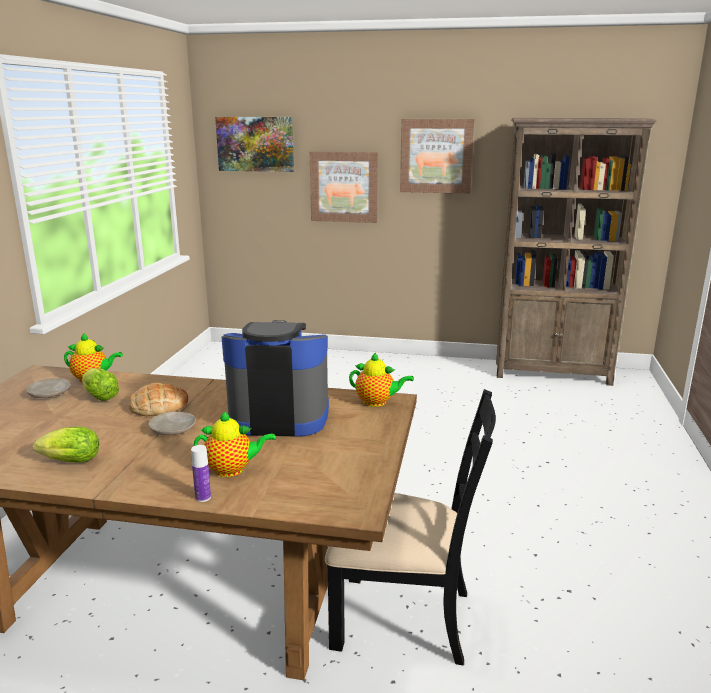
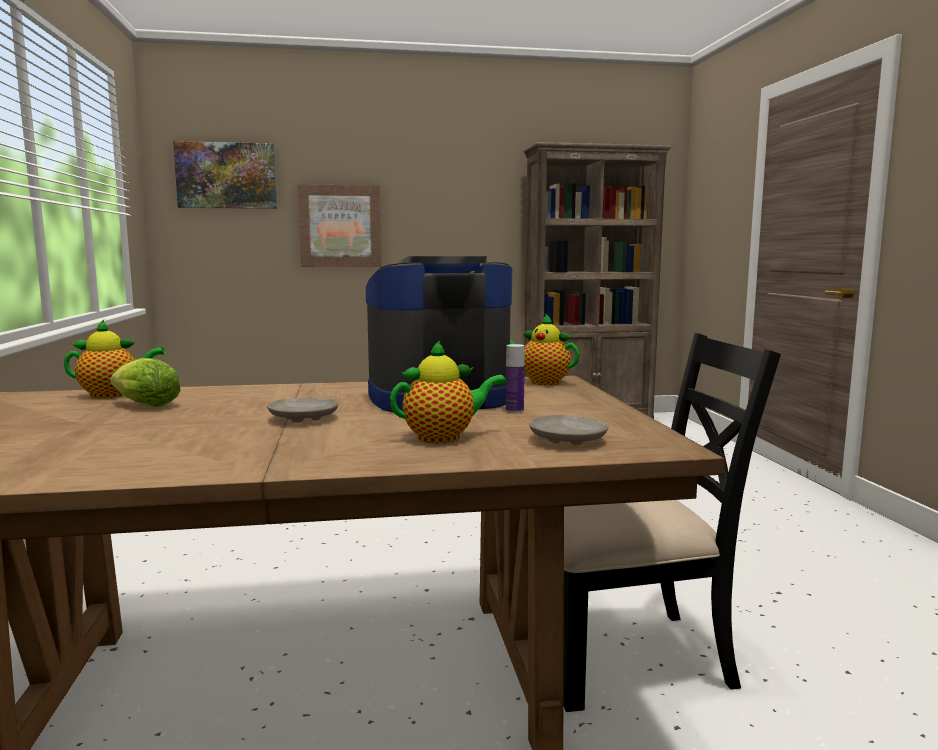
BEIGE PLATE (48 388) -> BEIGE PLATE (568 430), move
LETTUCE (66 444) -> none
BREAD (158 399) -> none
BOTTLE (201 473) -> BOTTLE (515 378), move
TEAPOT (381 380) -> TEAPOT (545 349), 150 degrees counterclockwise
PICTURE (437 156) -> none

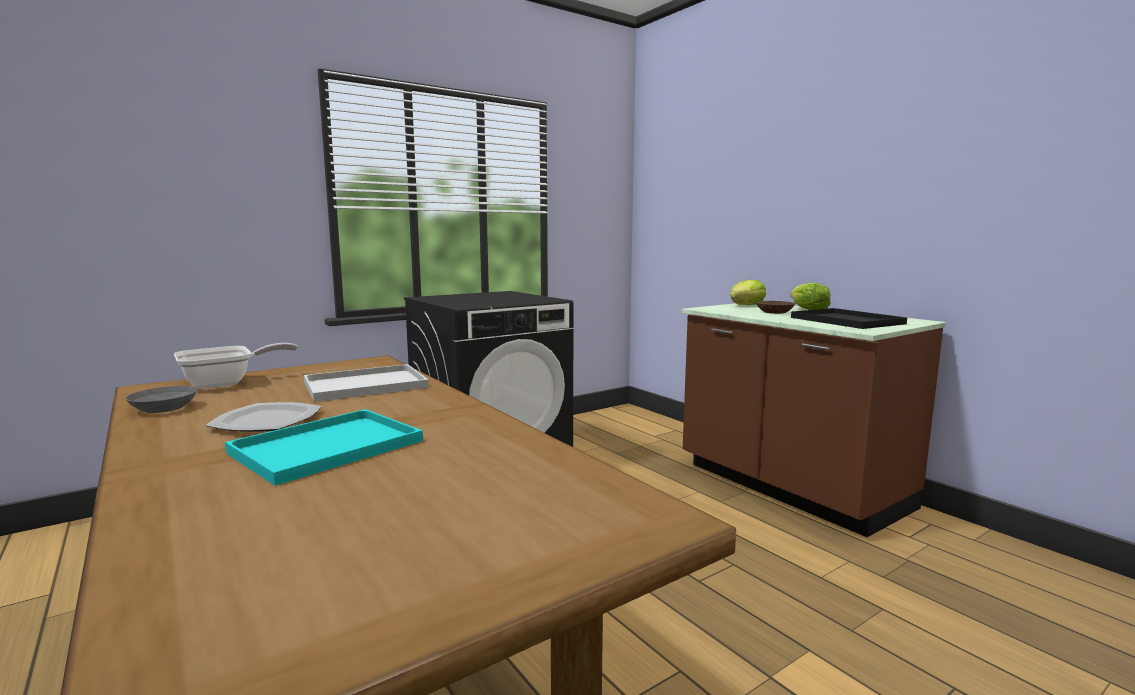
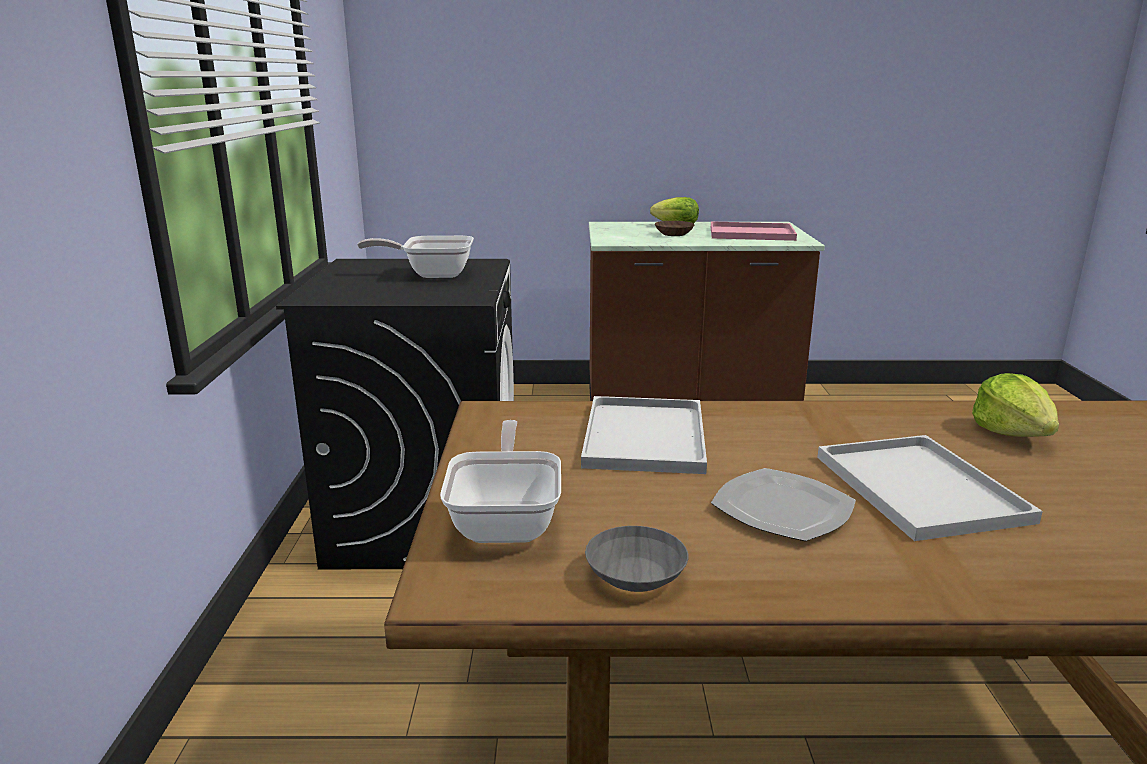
TURQUOISE TRAY (324 447) -> WHITE TRAY (930 488)
LETTUCE (748 292) -> LETTUCE (1015 405), move
BLACK TRAY (849 318) -> PINK TRAY (754 231)
none -> FRYING PAN (415 257)

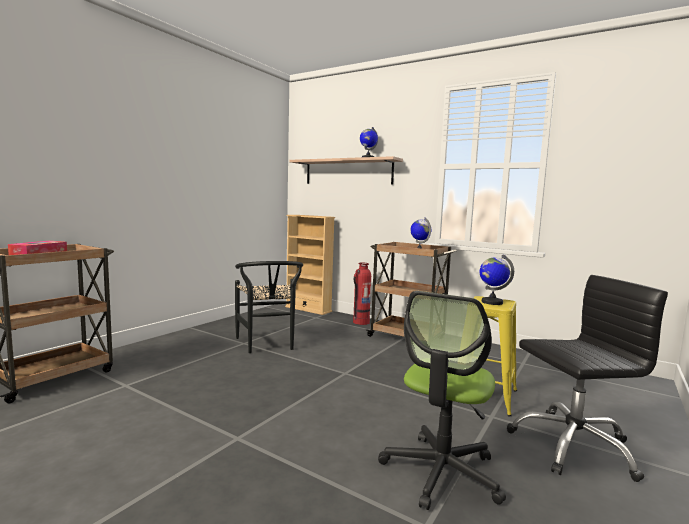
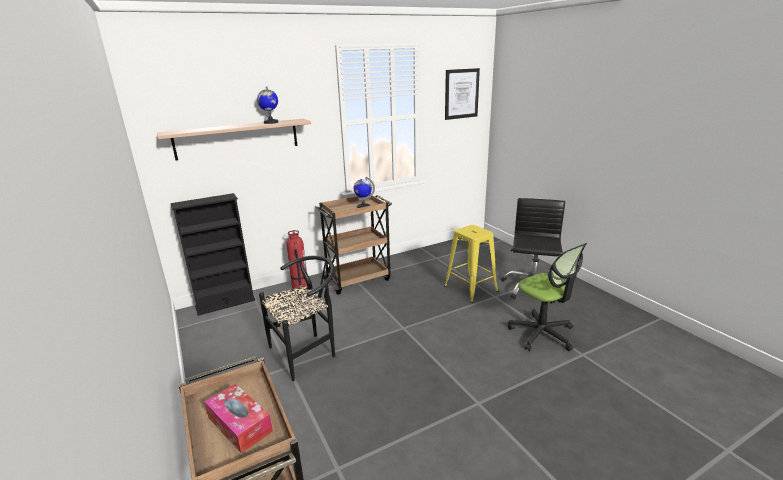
BLACK CHAIR (269 307) -> BLACK CHAIR (297 318), 45 degrees counterclockwise
BEIGE BOOKCASE (310 265) -> BLACK BOOKCASE (213 254)
GLOBE (497 279) -> none
none -> PICTURE (462 94)

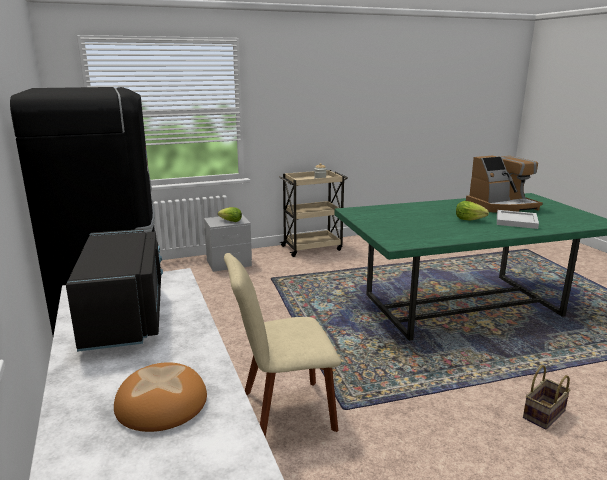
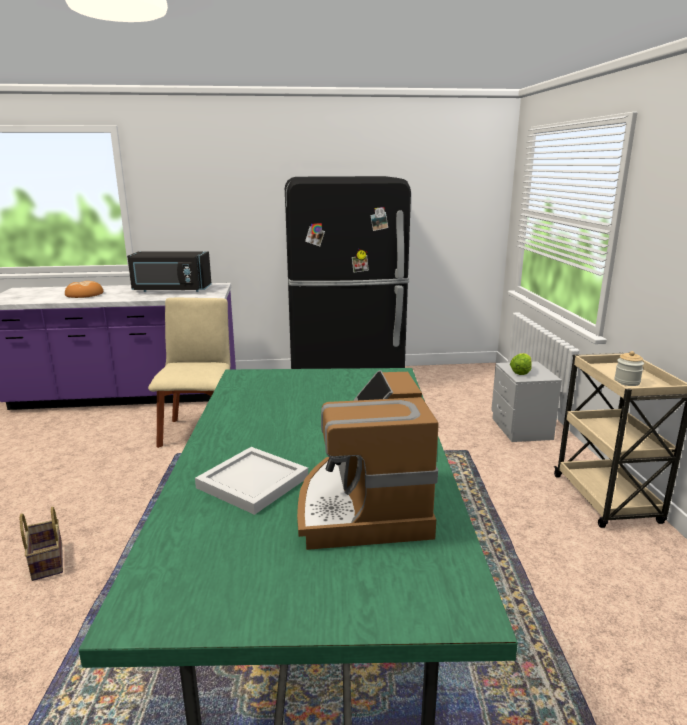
LETTUCE (472 211) -> none

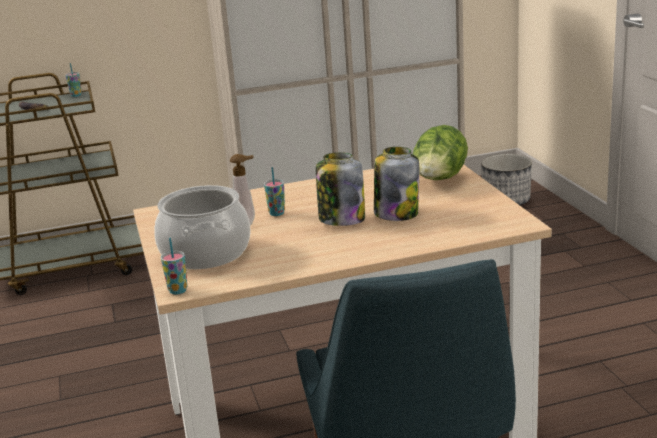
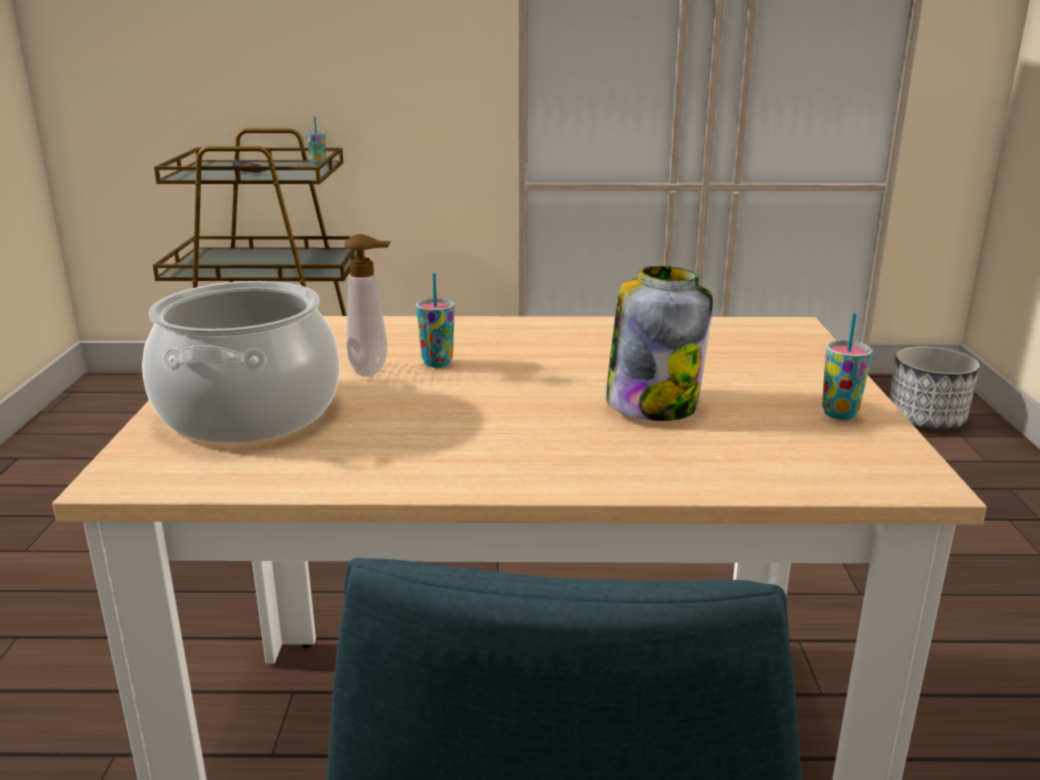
CUP (174 266) -> CUP (847 366), move
JAR (340 189) -> none
LETTUCE (440 152) -> none

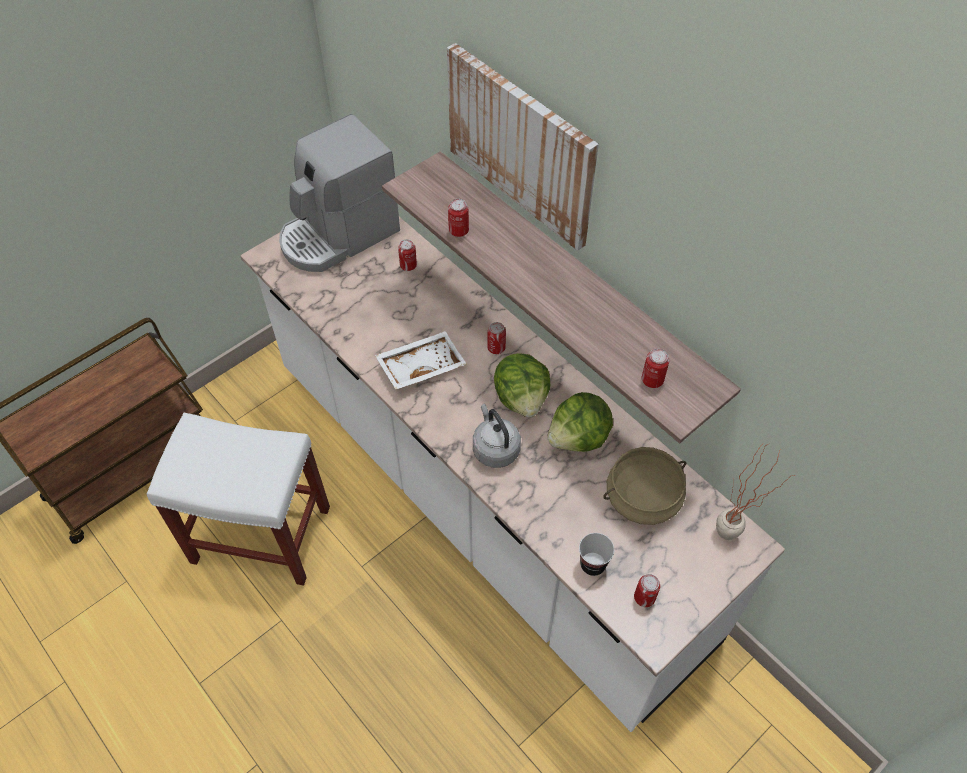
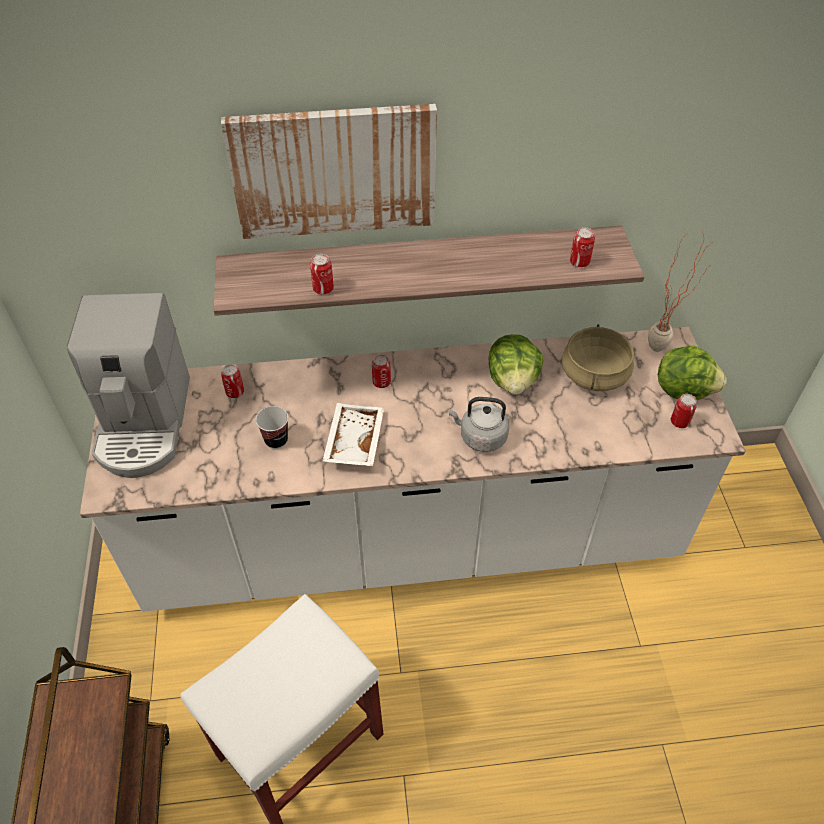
LETTUCE (522 385) -> LETTUCE (692 373), move
CUP (596 554) -> CUP (272 427), move

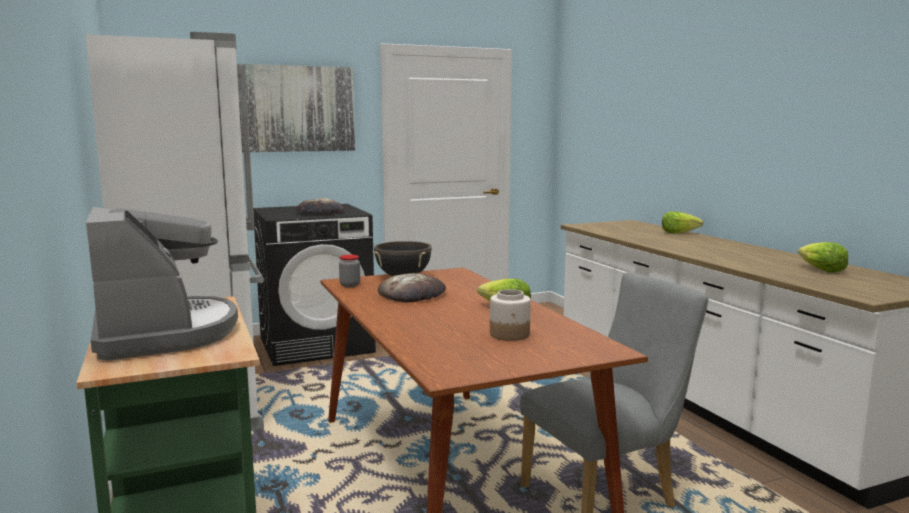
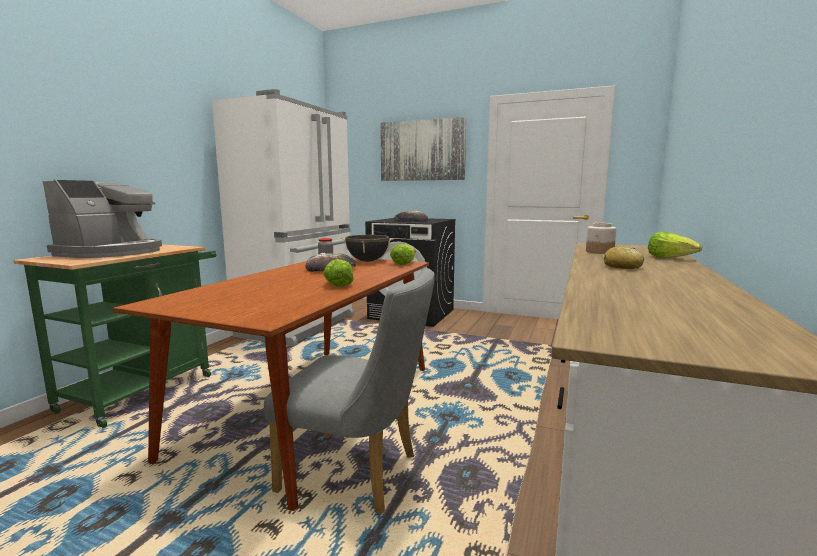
JAR (510 315) -> JAR (601 238), move
LETTUCE (823 257) -> LETTUCE (403 254), move
none -> BREAD (624 257)

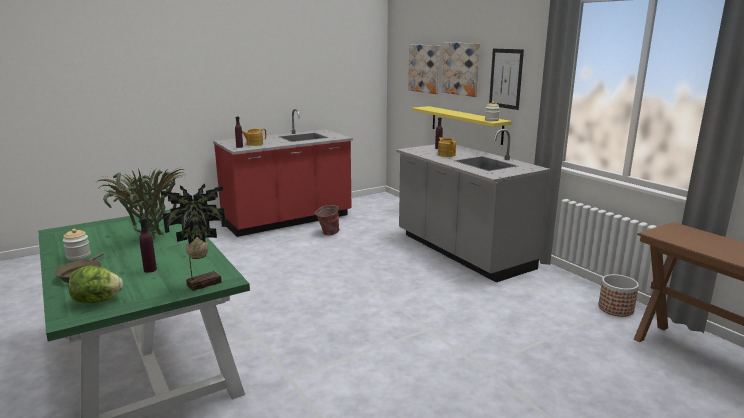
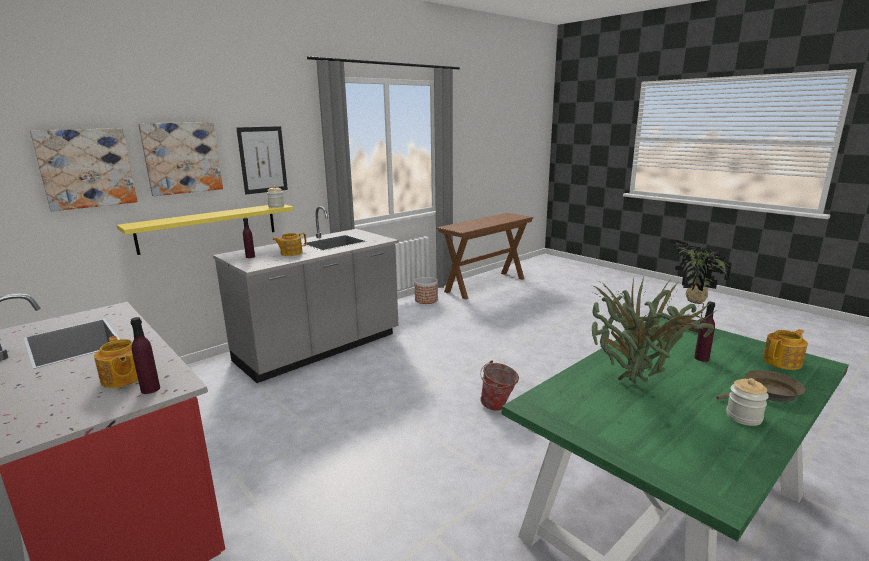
LETTUCE (96 284) -> TEAPOT (785 349)
BUCKET (327 220) -> BUCKET (499 386), move

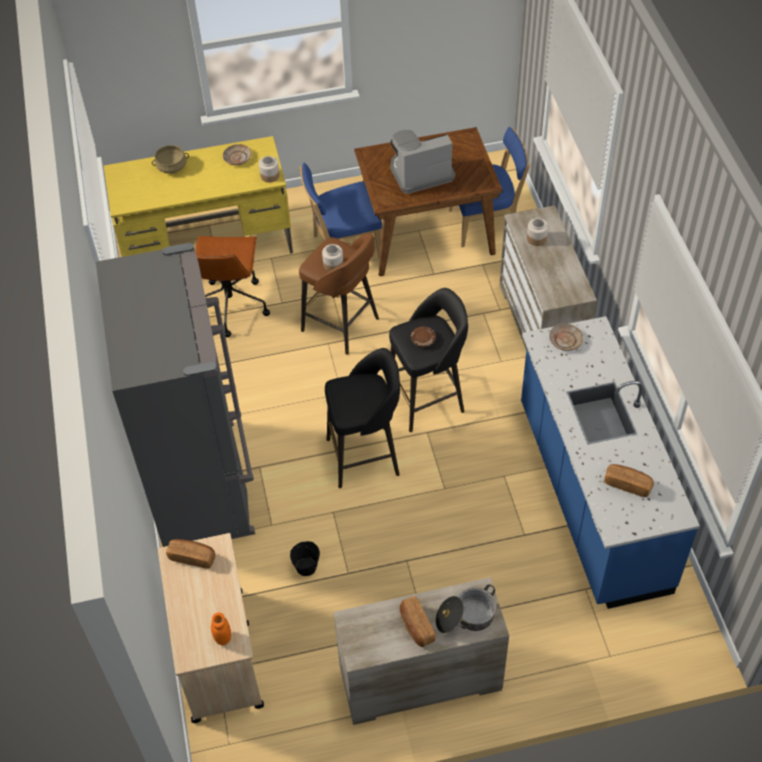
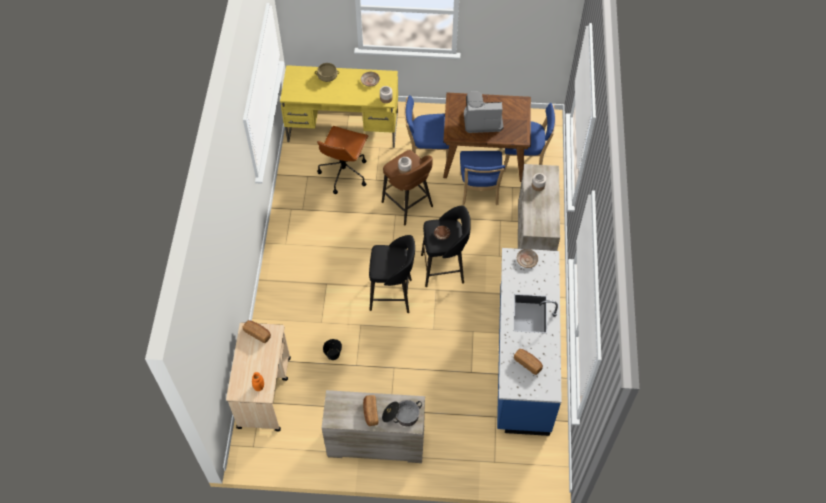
GREY FRIDGE (175 395) -> none
none -> BLUE CHAIR (482 178)

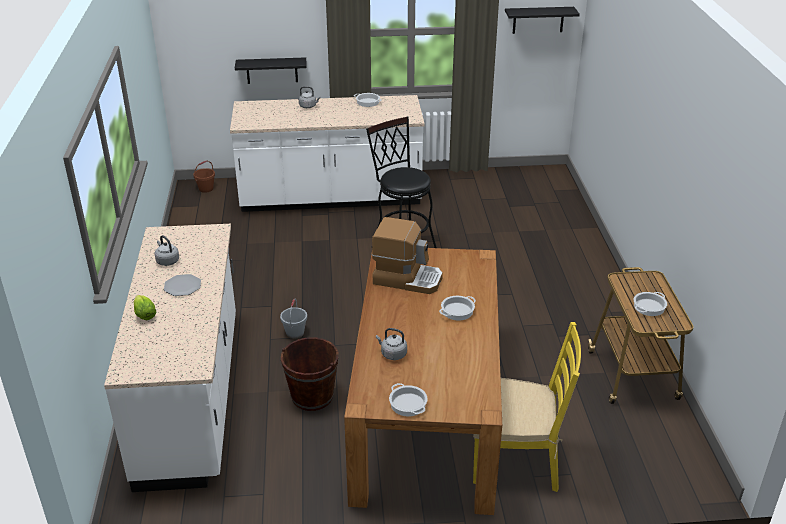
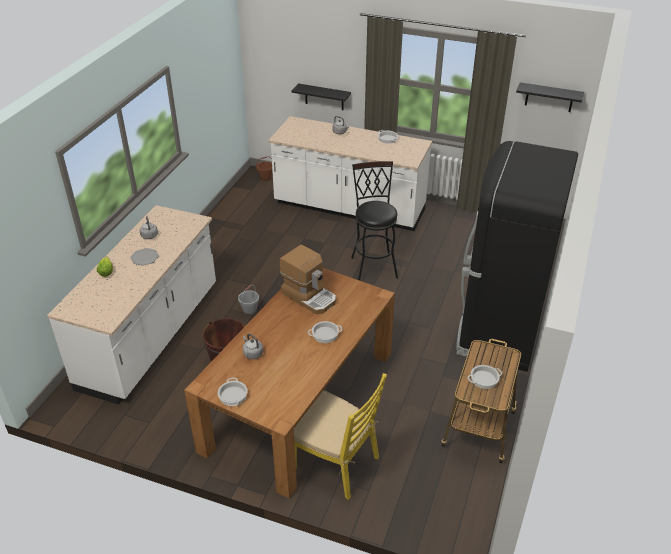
none -> BLACK FRIDGE (517 256)

